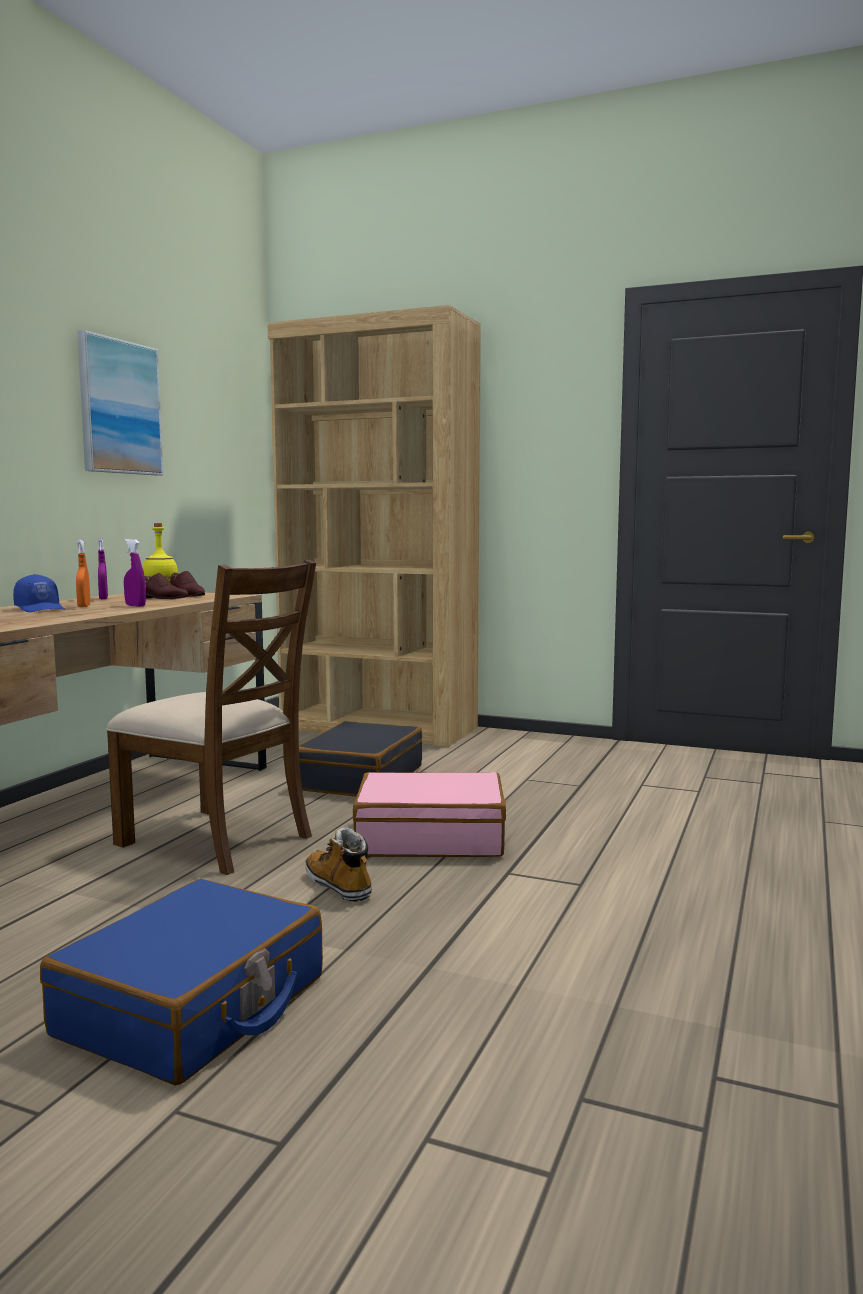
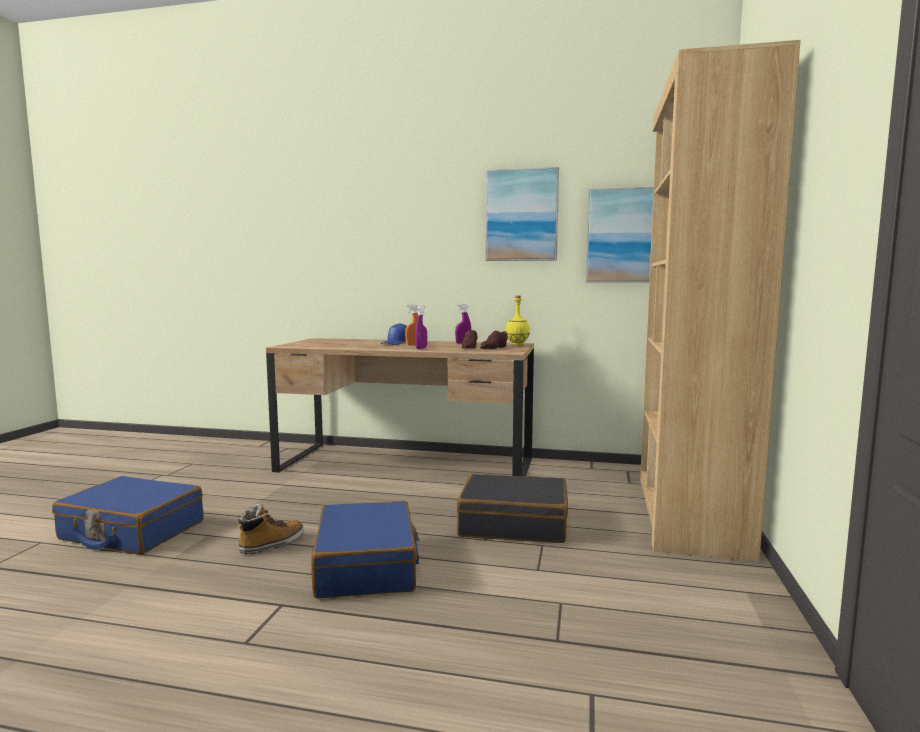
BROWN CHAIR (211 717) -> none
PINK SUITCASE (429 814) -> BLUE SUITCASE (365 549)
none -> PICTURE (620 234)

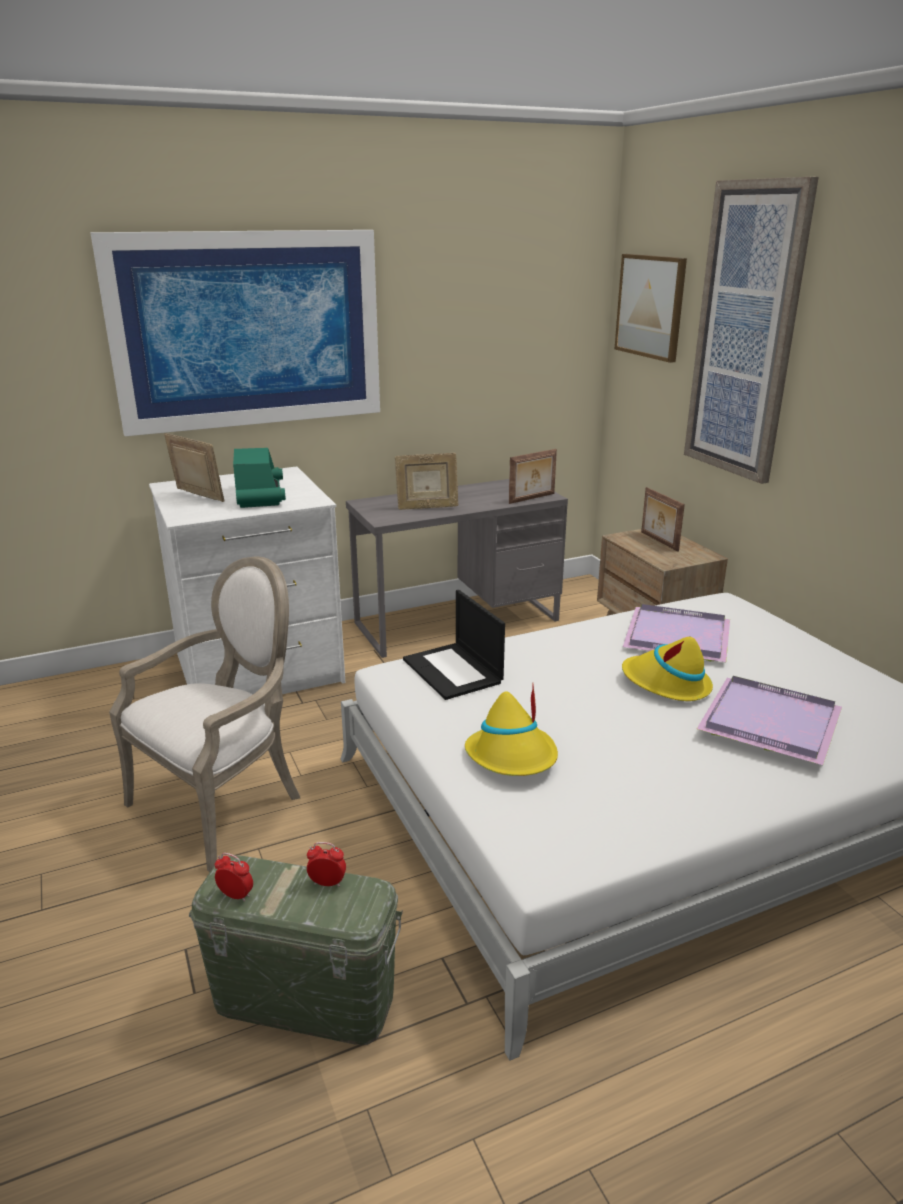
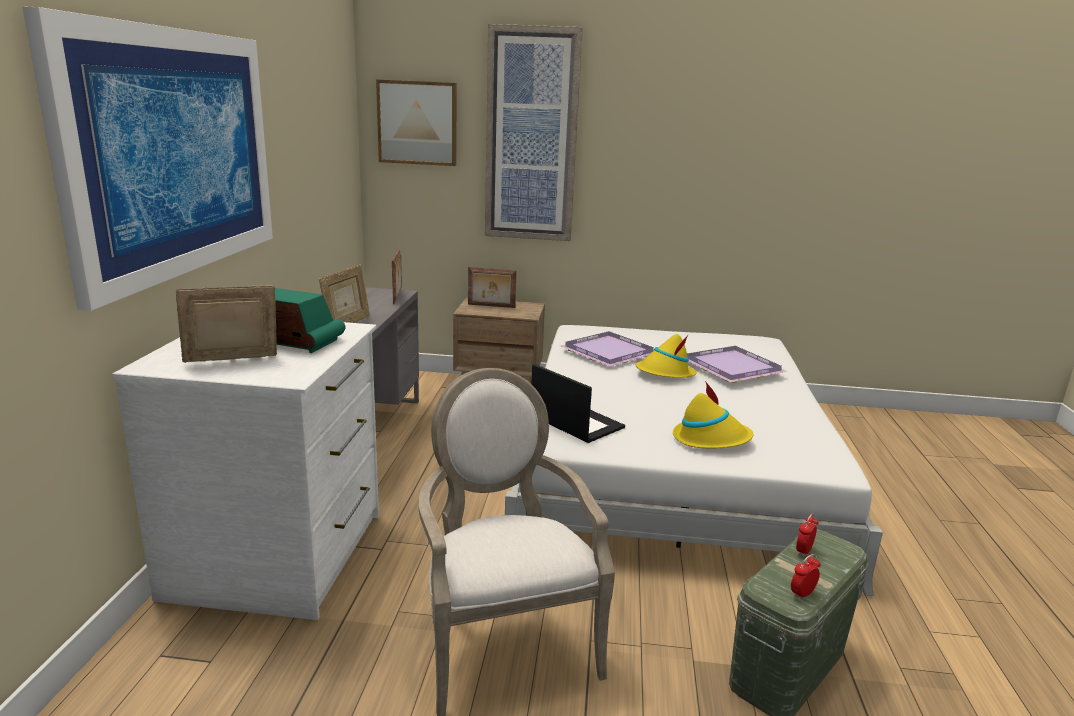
LAPTOP (454 645) -> LAPTOP (578 403), 135 degrees counterclockwise

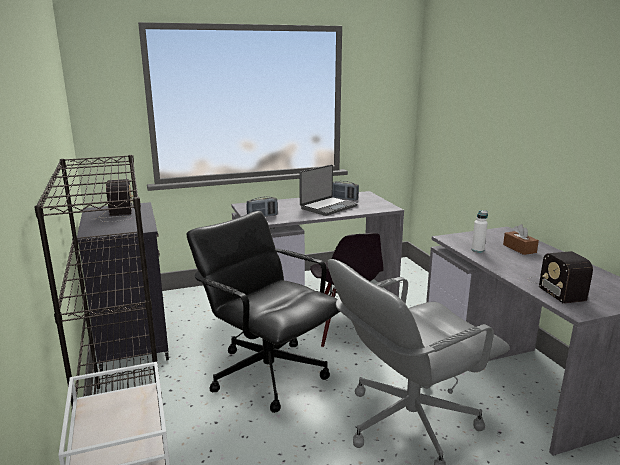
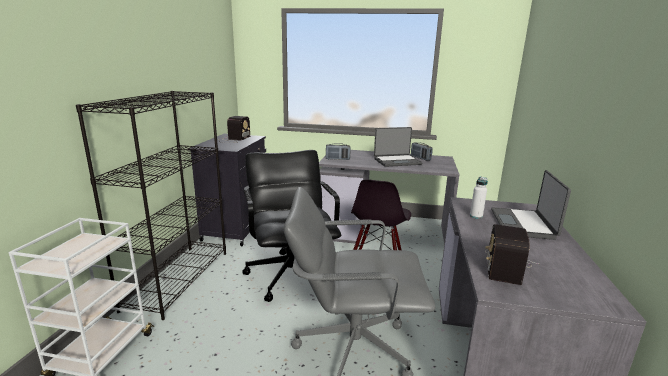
BROWN TISSUE BOX (521 239) -> LAPTOP (531 205)

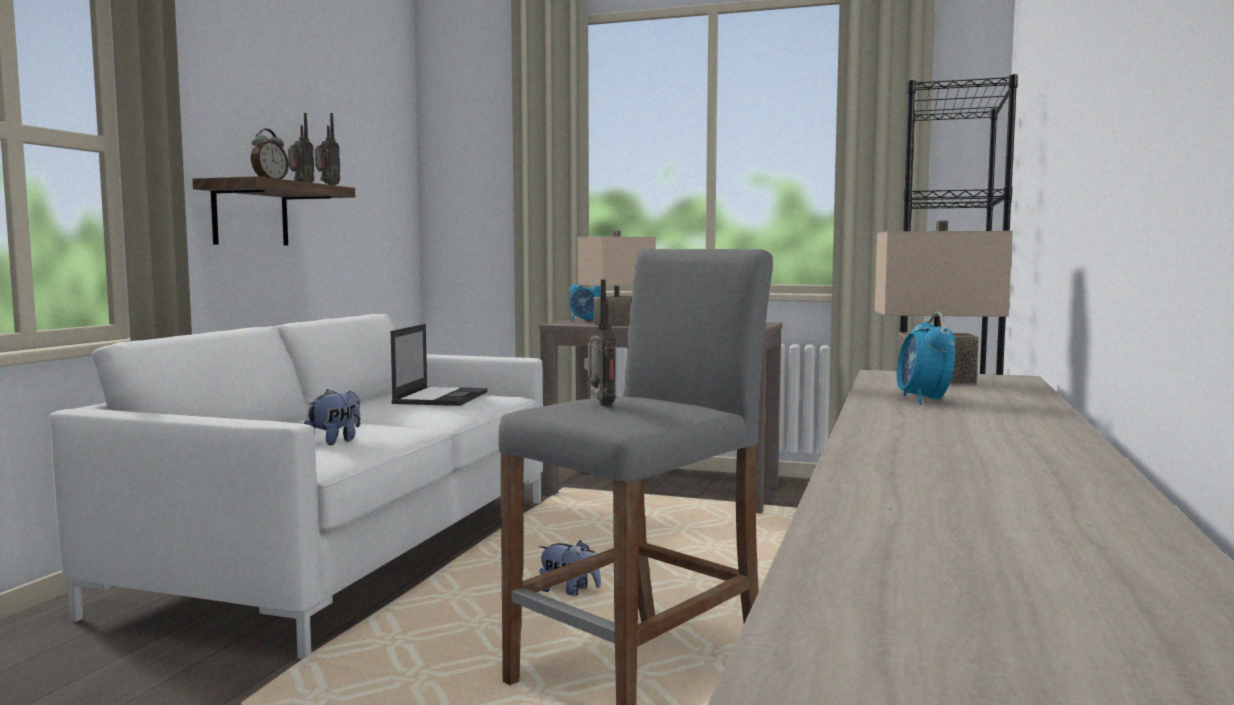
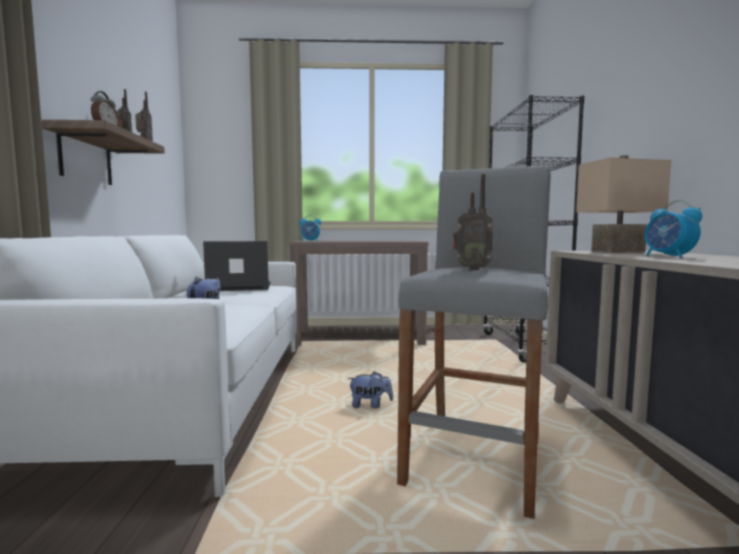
LAPTOP (439 365) -> LAPTOP (237 266), 90 degrees counterclockwise
BEIGE TABLE LAMP (617 278) -> none
RADIO (600 343) -> RADIO (473 222), 150 degrees clockwise

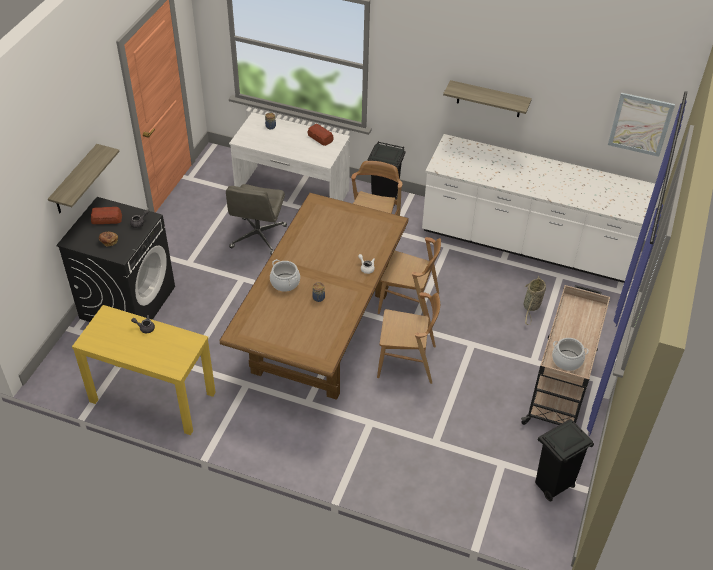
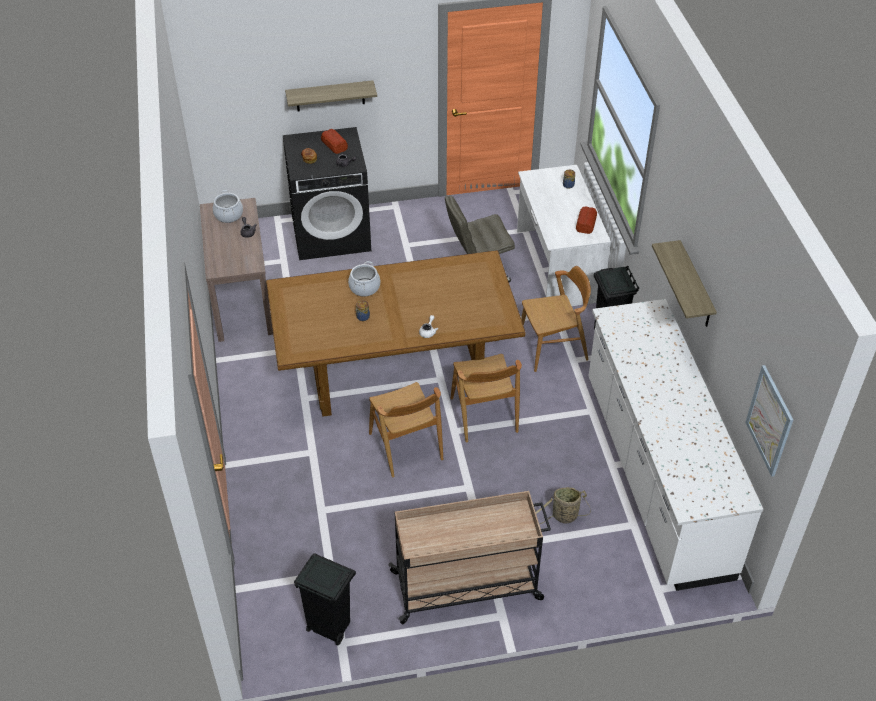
YELLOW CONSOLE TABLE (144 370) -> BROWN CONSOLE TABLE (236 270)
COOKING POT (570 354) -> COOKING POT (228 206), move

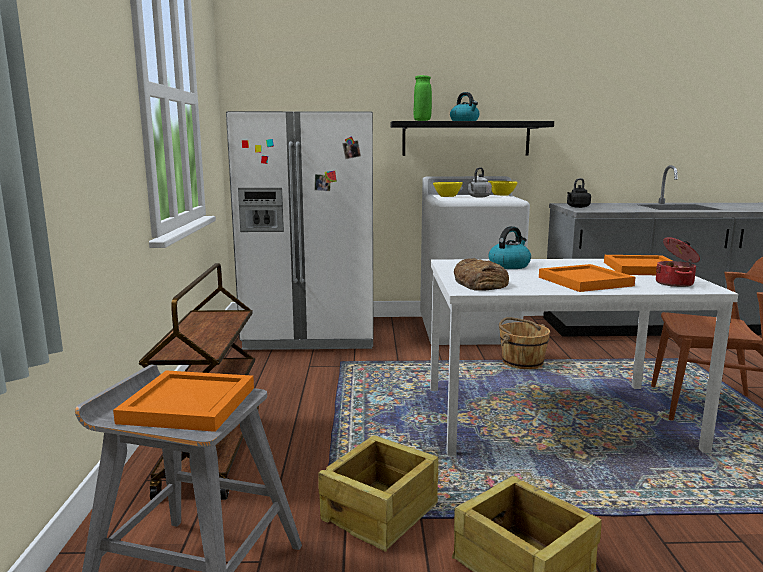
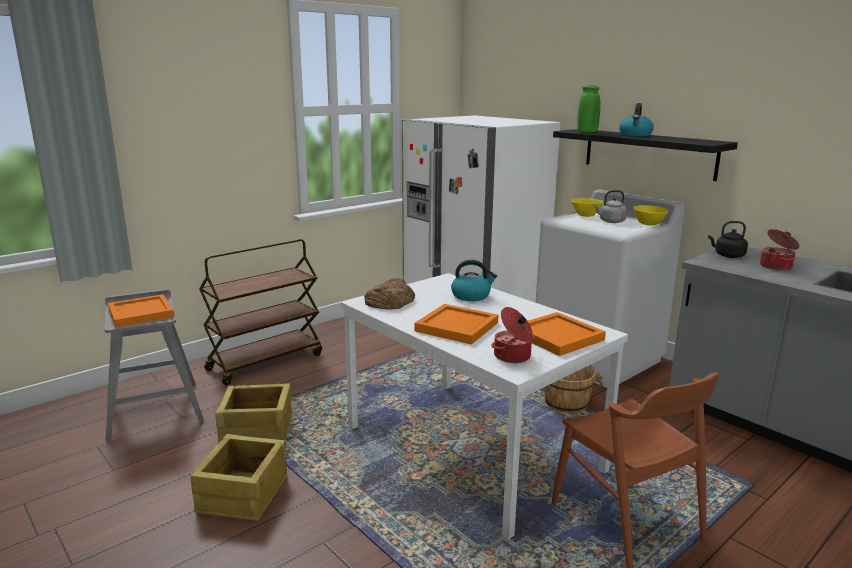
none -> COOKING POT (780 250)

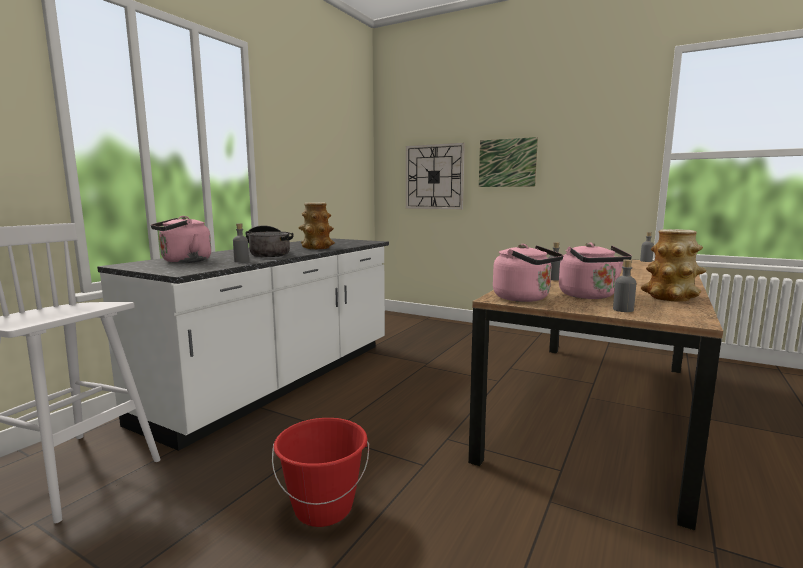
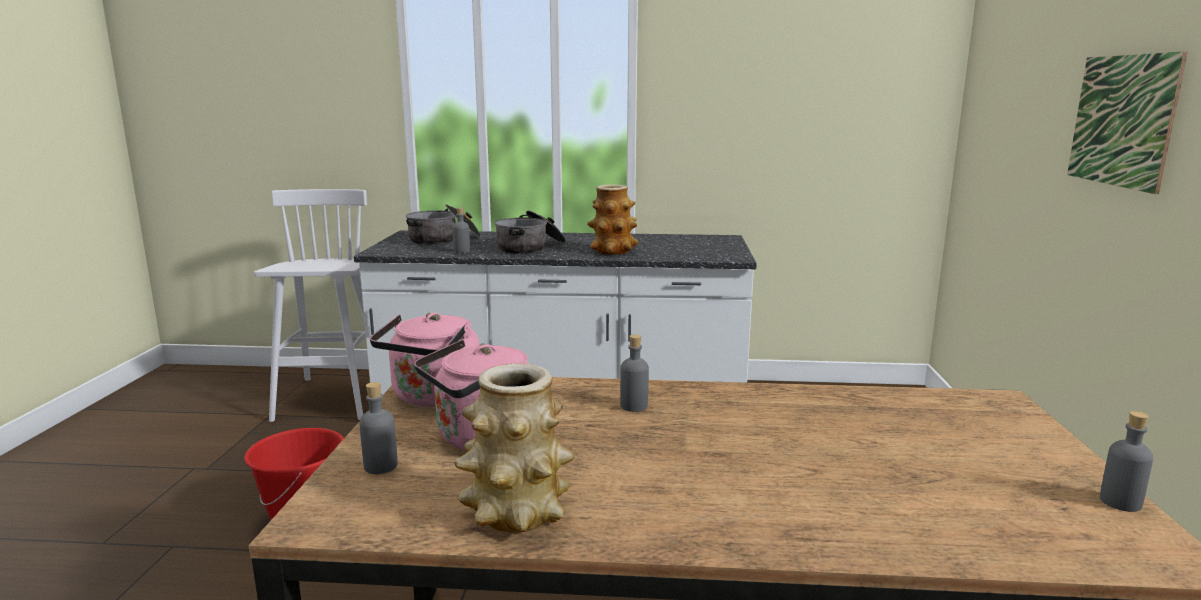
PINK KETTLE (181 239) -> COOKING POT (443 224)
WALL CLOCK (435 176) -> none

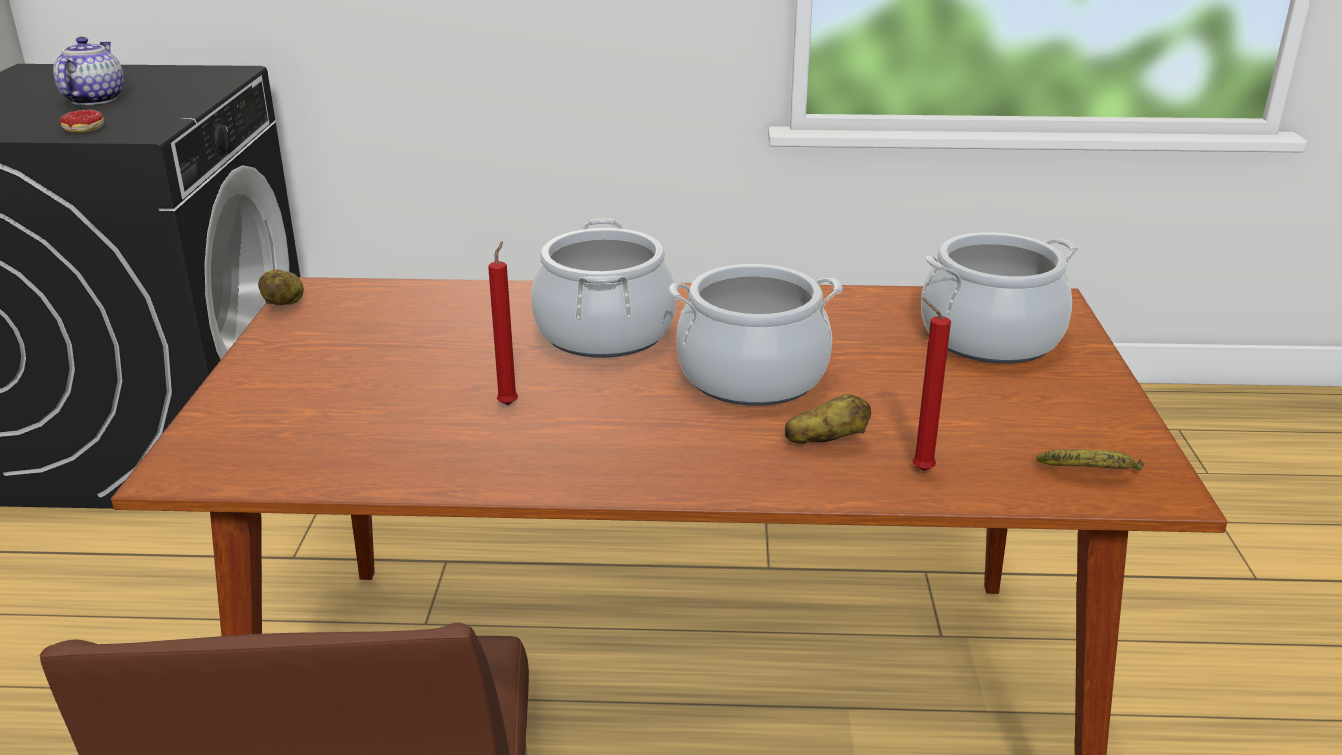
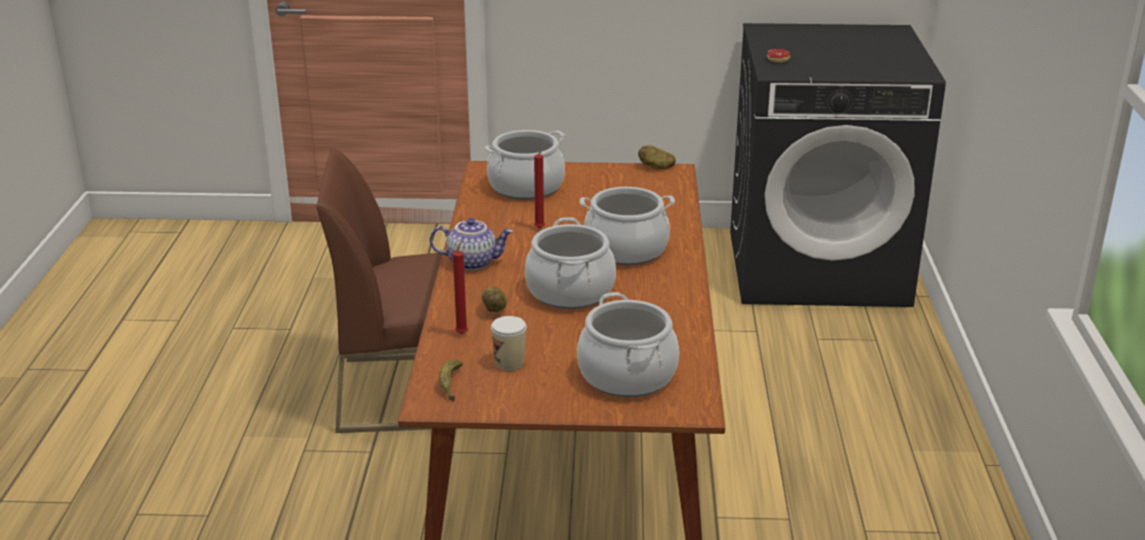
TEAPOT (88 71) -> TEAPOT (471 244), move
none -> COOKING POT (525 165)
none -> CUP (509 343)

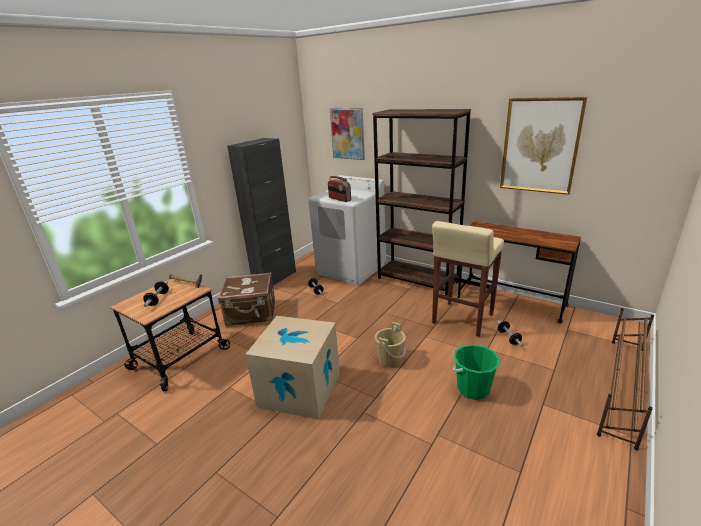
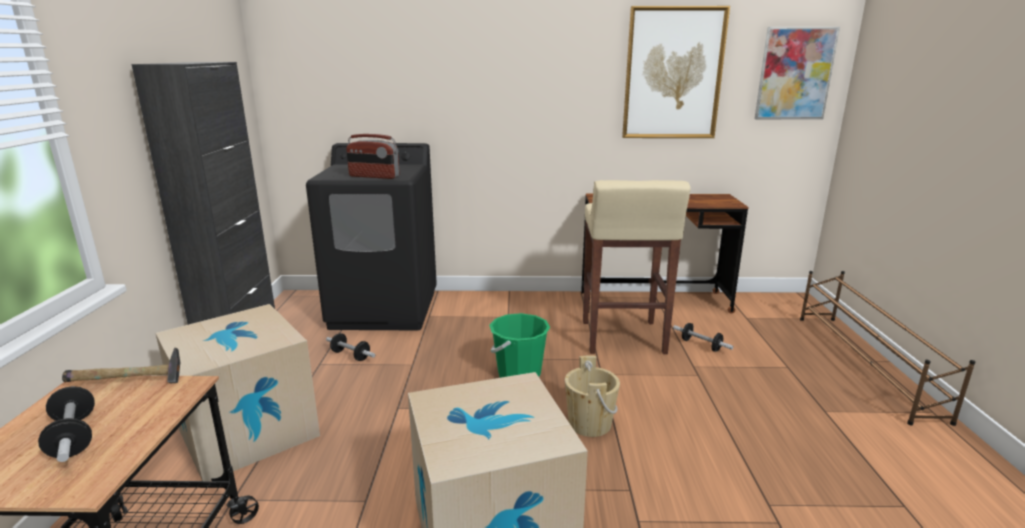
BROWN SUITCASE (246 299) -> CARDBOARD BOX (237 392)
WHITE WASHING MACHINE (347 230) -> BLACK WASHING MACHINE (371 236)
PICTURE (347 134) -> PICTURE (797 73), move
BROWN BOOKCASE (422 202) -> none
GREEN BUCKET (476 372) -> GREEN BUCKET (519 345), move

